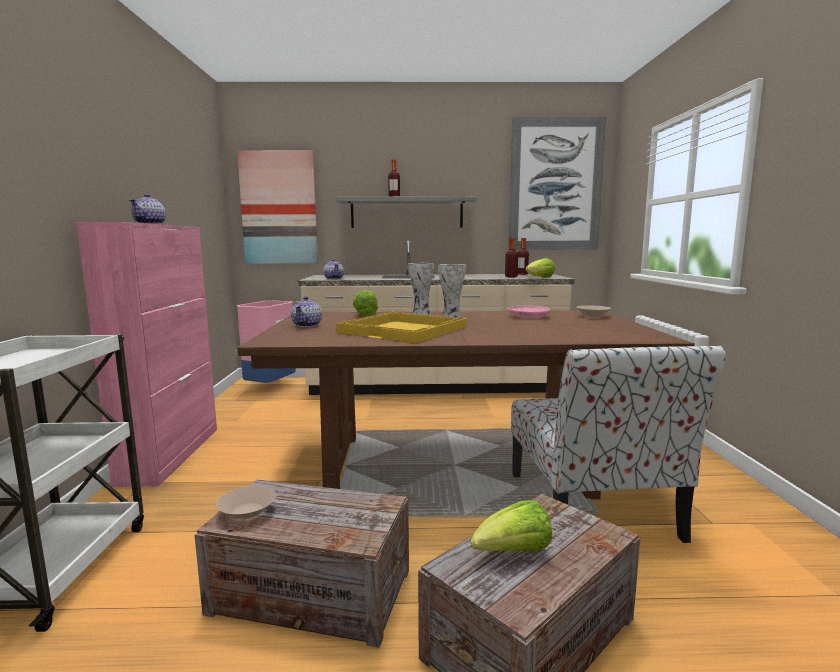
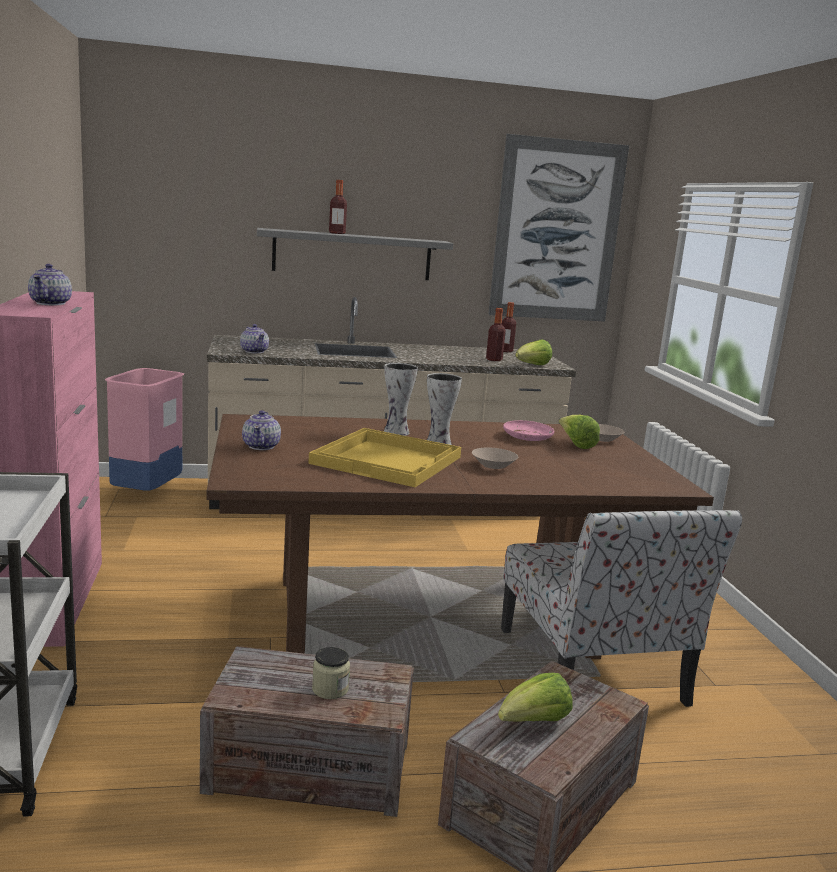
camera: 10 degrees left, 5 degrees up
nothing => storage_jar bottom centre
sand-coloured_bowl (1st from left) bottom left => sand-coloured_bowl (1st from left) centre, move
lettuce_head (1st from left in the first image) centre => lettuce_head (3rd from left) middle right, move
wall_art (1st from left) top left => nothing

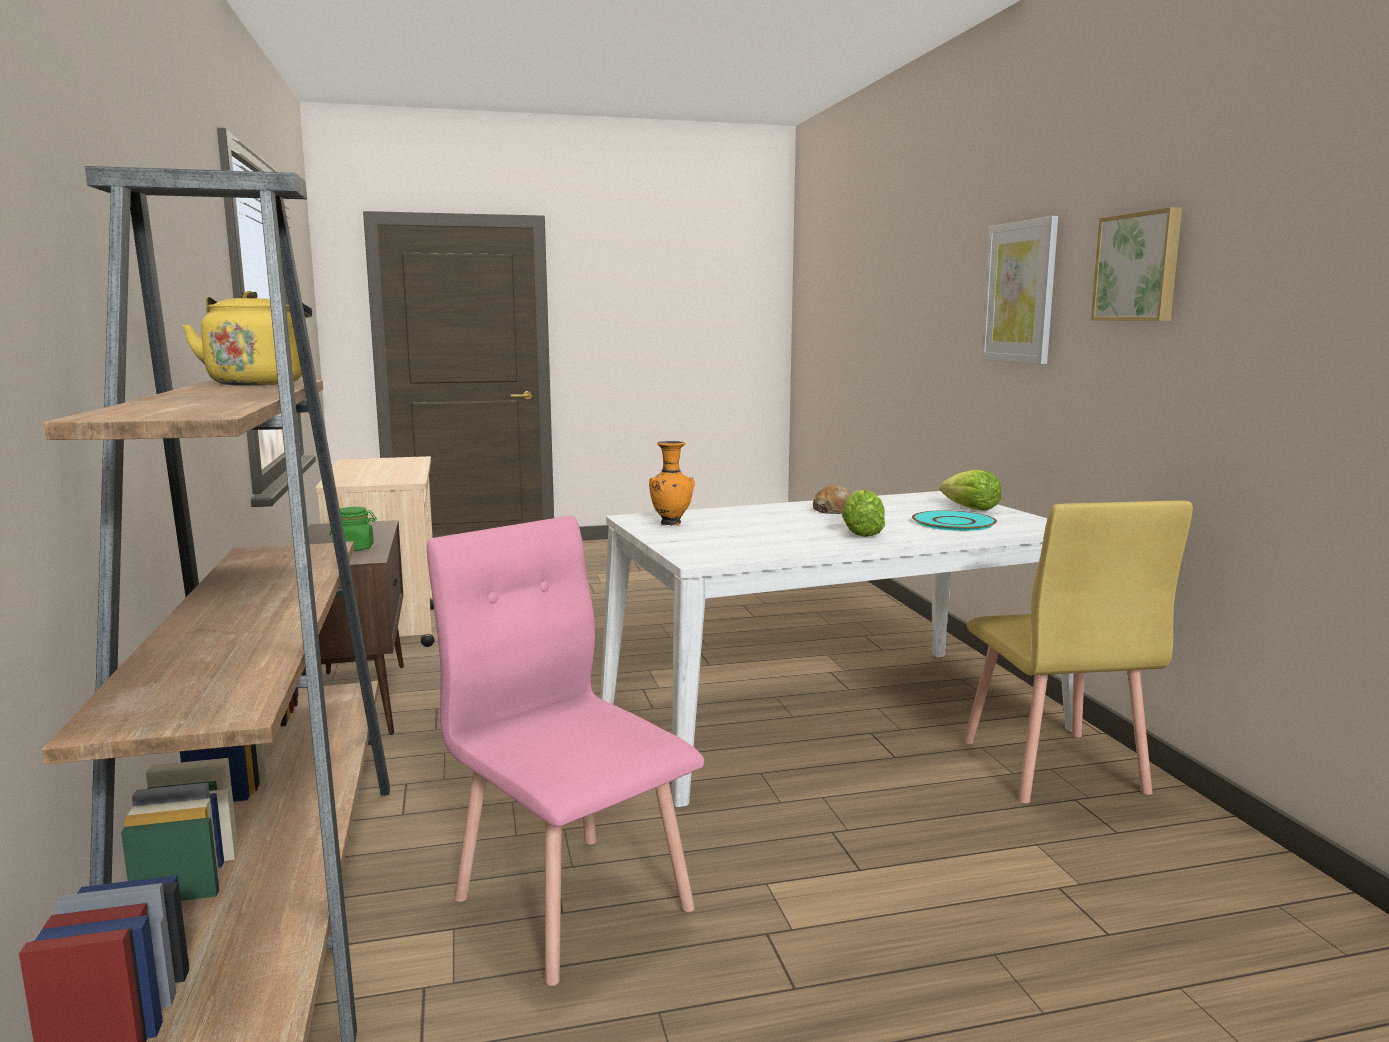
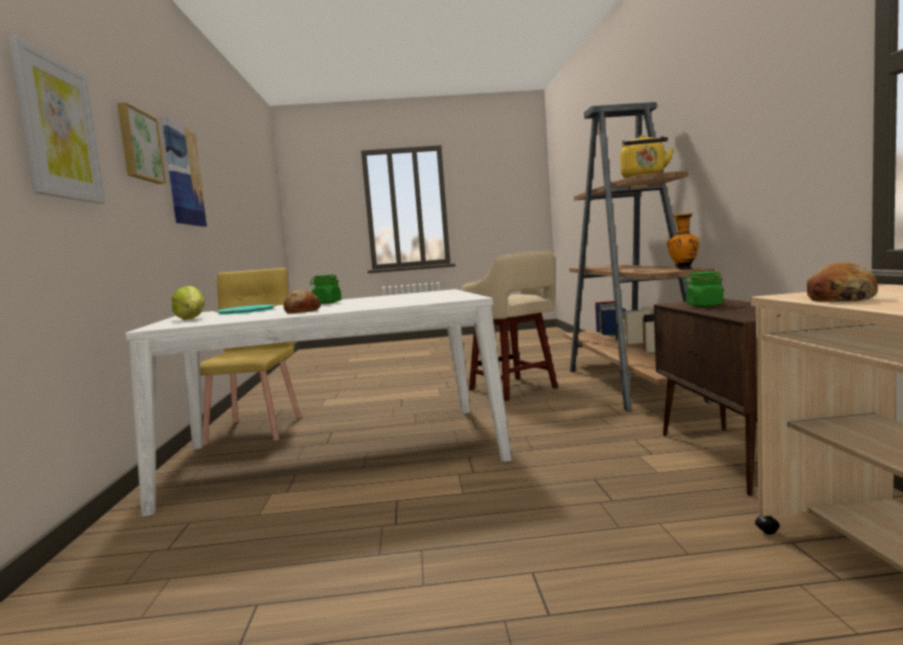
camera: 170 degrees left, 5 degrees down
nothing => wall_art (3rd from left) top left
lettuce_head (1st from left) centre => greenish_storage_jar (1st from left) centre
pink-coloured_chair bottom centre => sand-coloured_stool centre
orange-coloured_decorative_vase centre => orange-coloured_decorative_vase middle right, move
nothing => baked_bread (2nd from left) middle right

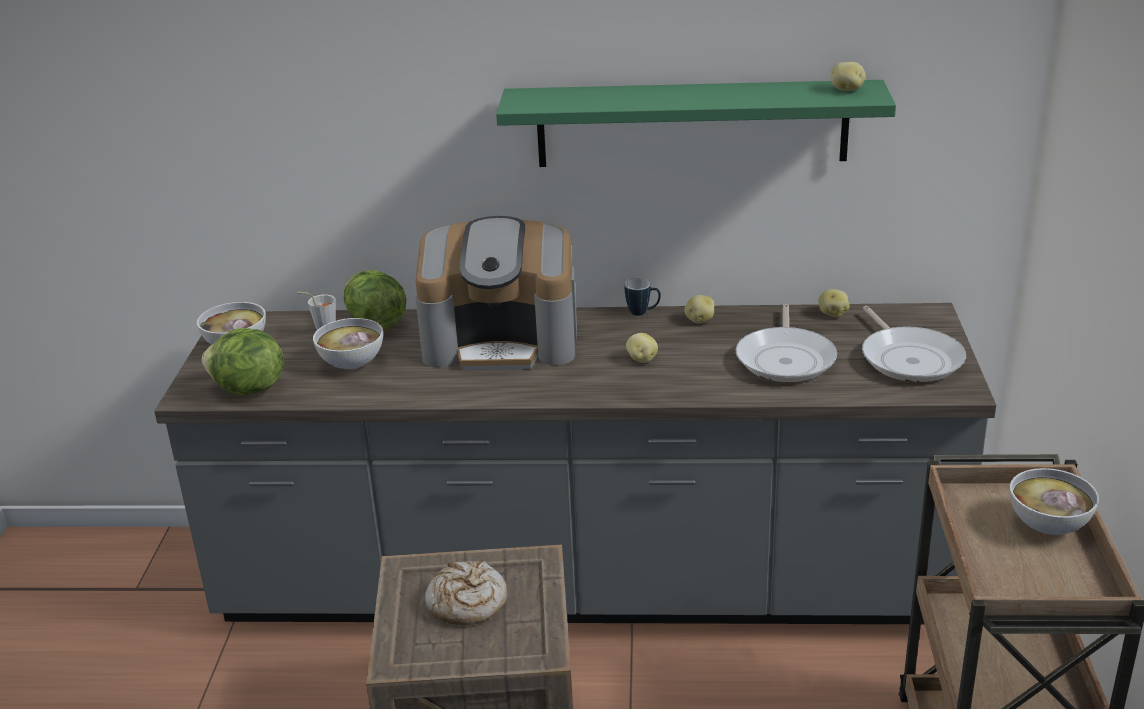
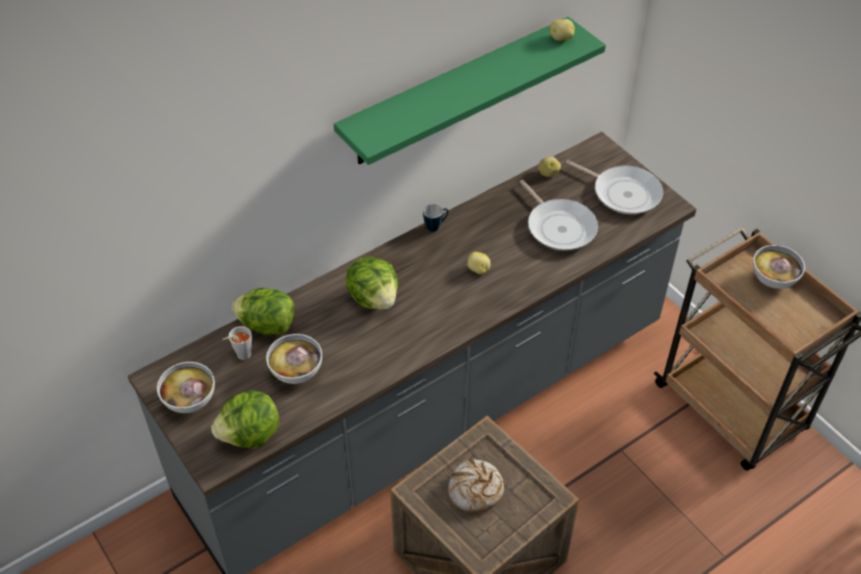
camera: 40 degrees left, 20 degrees up
coffee_brewer centre => lettuce_head (3rd from left) centre
potato (2nd from left) centre => nothing

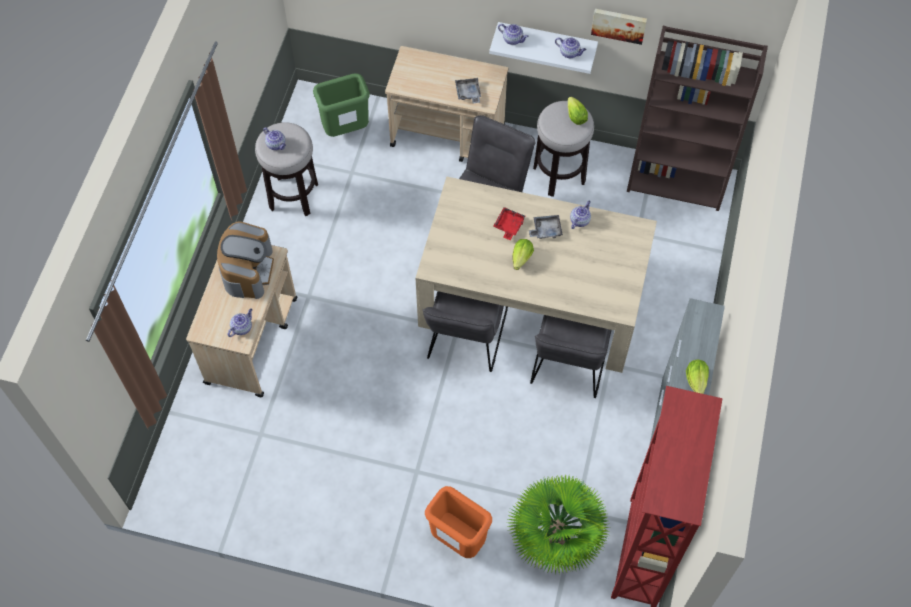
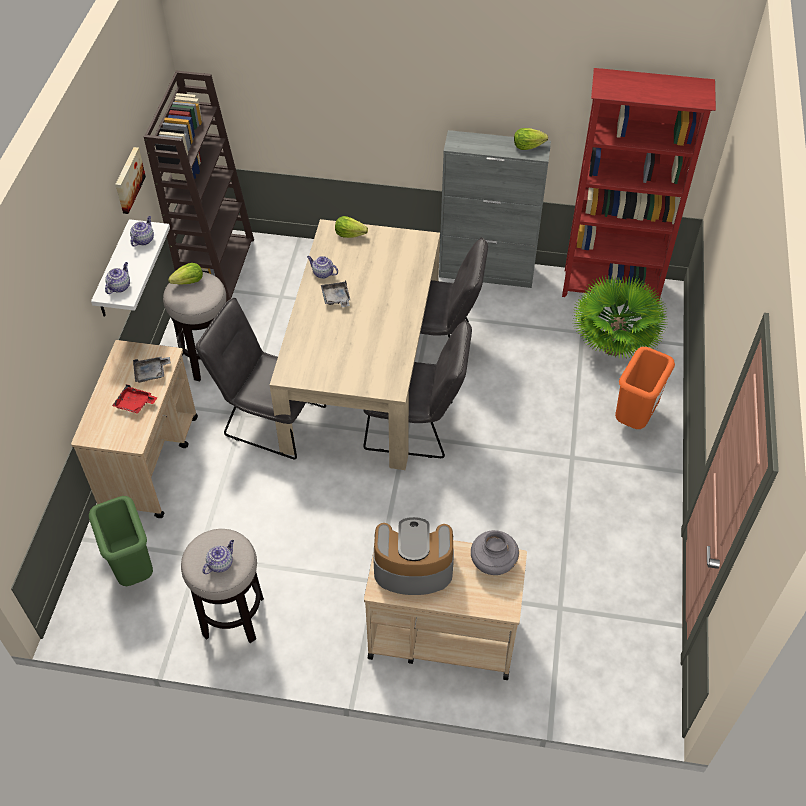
camera: 95 degrees left, 10 degrees down
red_carrying_tray centre => red_carrying_tray middle left, move
lettuce_head (1st from left in the first image) centre => lettuce_head (2nd from left) top centre, move
pot_for_tea (1st from left) middle left => grey_decorative_vase bottom centre

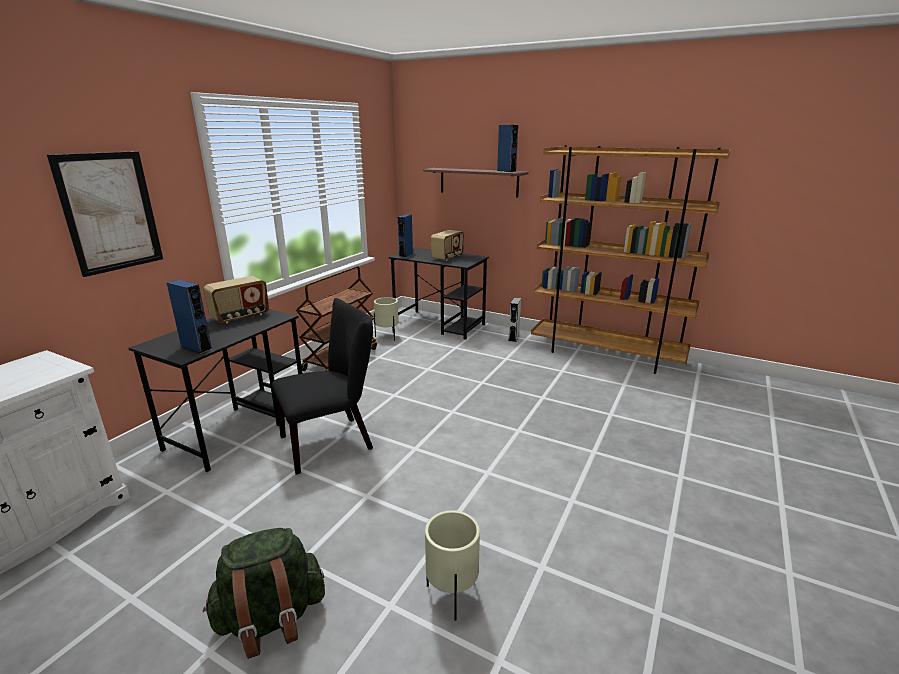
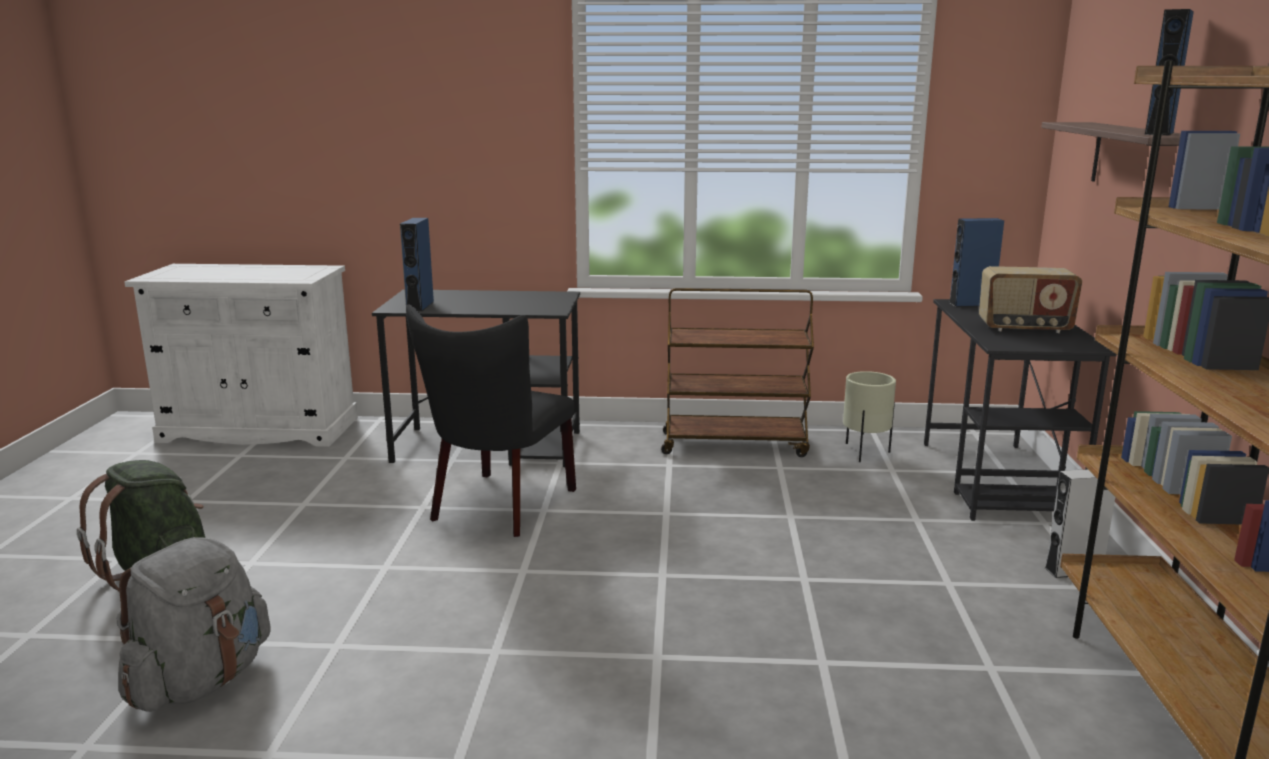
camera: 65 degrees right, 5 degrees down
sand-coloured_plant_pot (2nd from left) bottom centre => grey_knapsack bottom left
blackish_chair centre, 75 degrees clockwise
wall_art top left => nothing
radio_receiver (1st from left) middle left => nothing

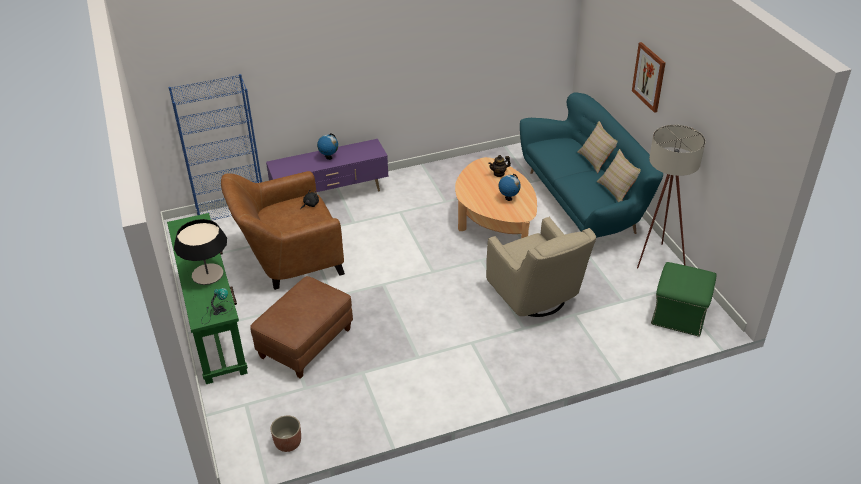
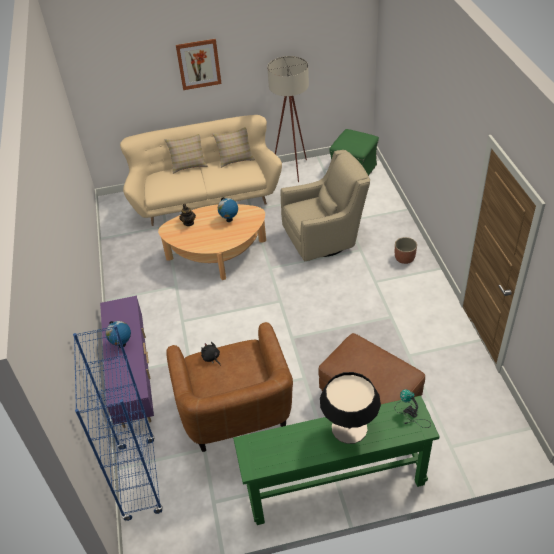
camera: 80 degrees left, 5 degrees up
turquoise_couch middle right => sand-coloured_couch top centre
plant_pot bottom left => plant_pot middle right, move

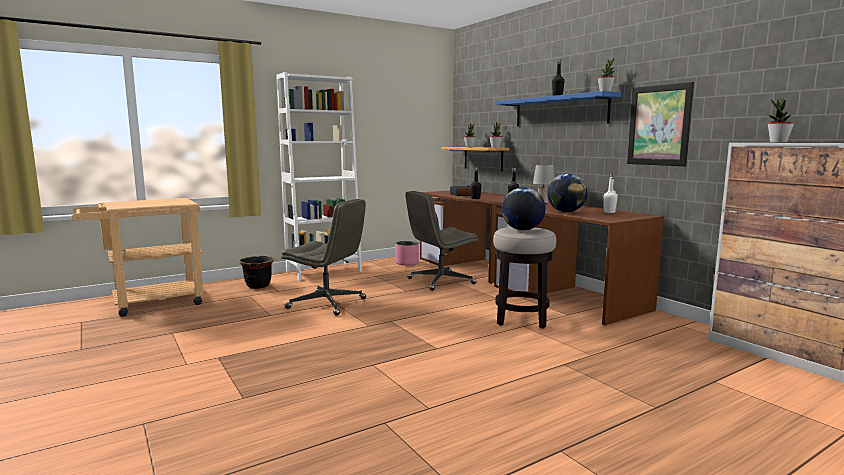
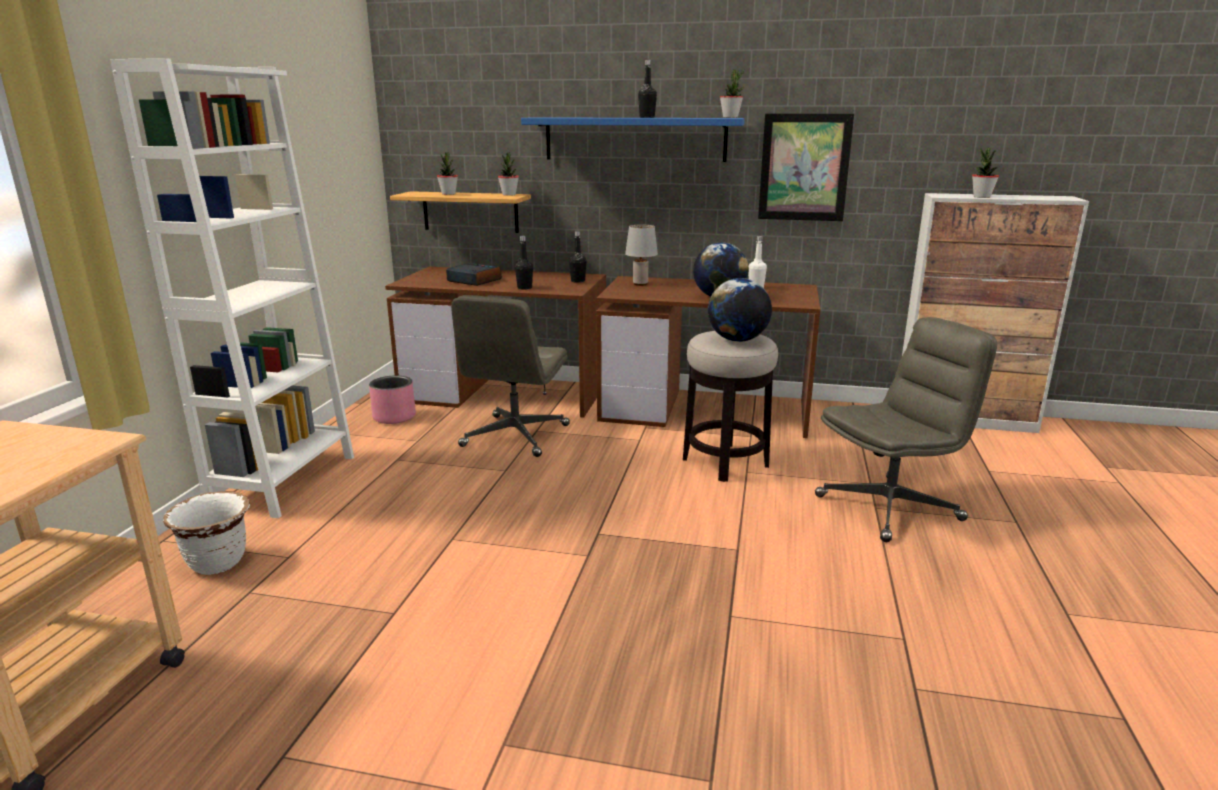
camera: 45 degrees left, 10 degrees up
blackish_plant_pot middle left => white-coloured_plant_pot bottom left
grey_desk_chair (1st from left in the first image) centre => grey_desk_chair (2nd from left) middle right, move

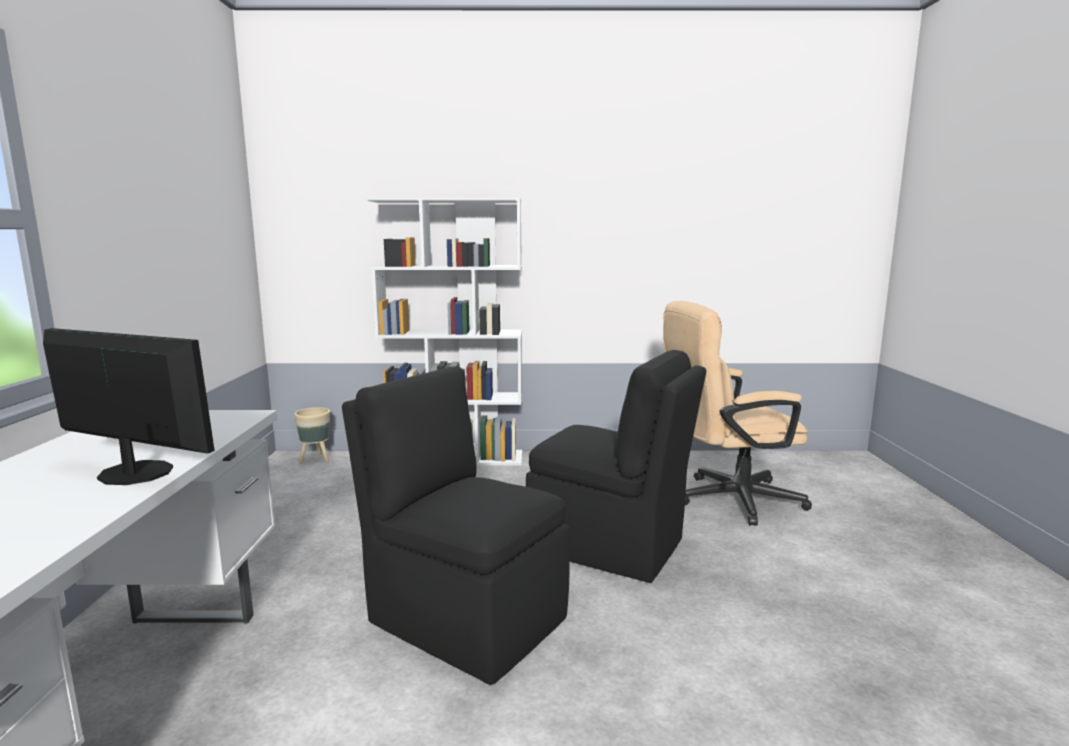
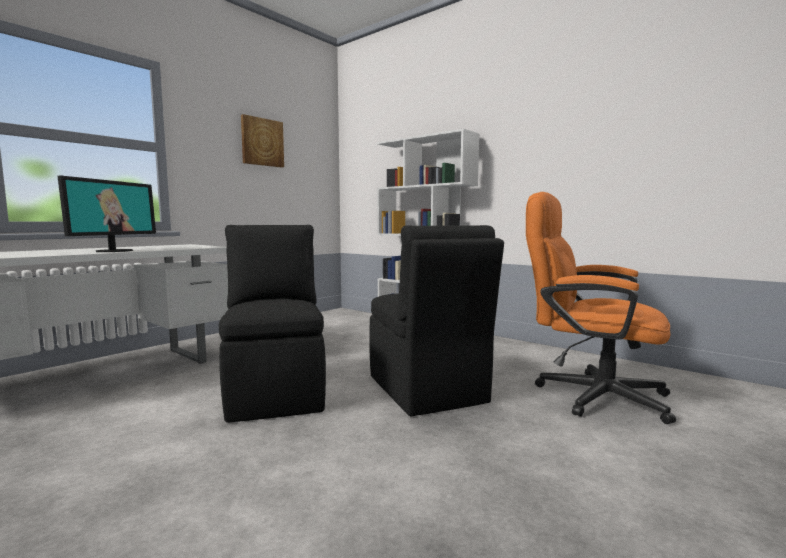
camera: 40 degrees right, 5 degrees down
monitor middle left, 45 degrees clockwise
nothing => wall_art top centre
sand-coloured_desk_chair middle right => orange-coloured_desk_chair middle right
sand-coloured_plant_pot middle left => nothing

